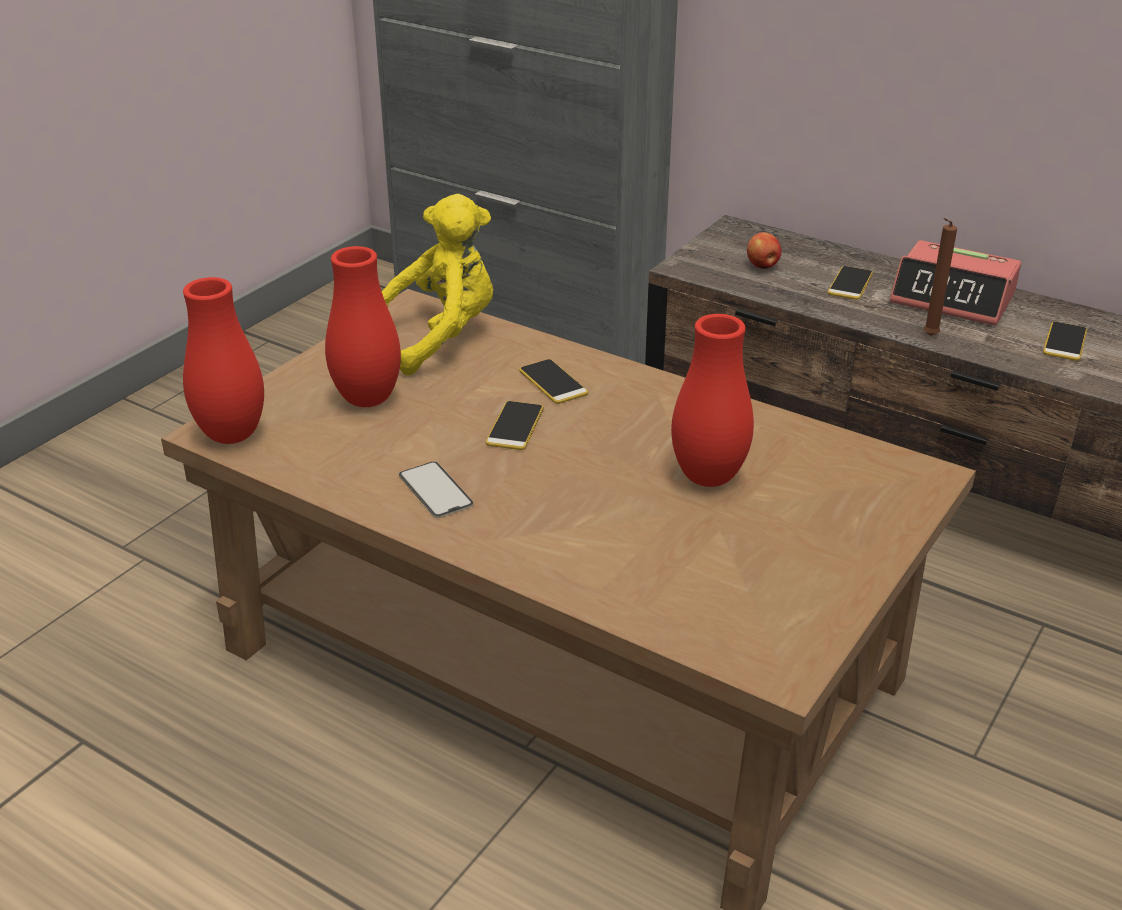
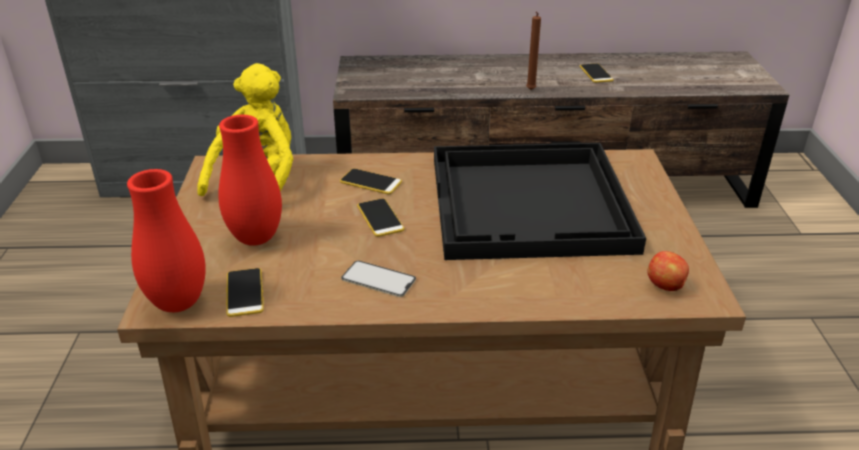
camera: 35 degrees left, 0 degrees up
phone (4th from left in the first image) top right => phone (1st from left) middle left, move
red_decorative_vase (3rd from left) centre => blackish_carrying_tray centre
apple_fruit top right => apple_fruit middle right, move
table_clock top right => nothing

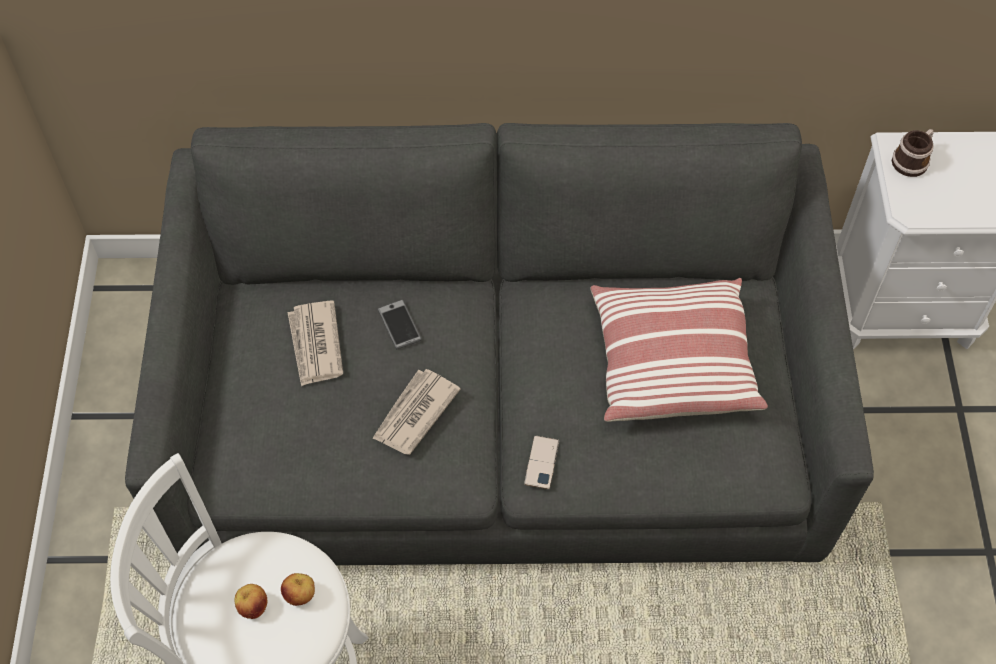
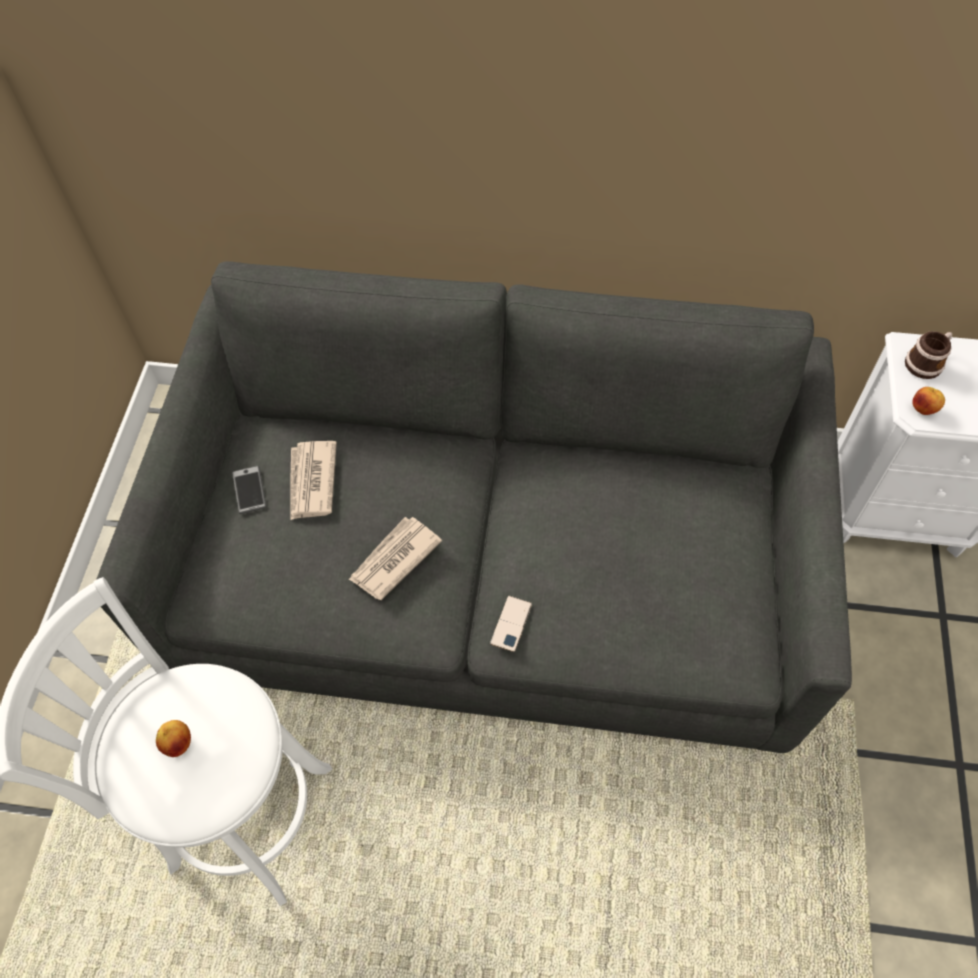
camera: 10 degrees right, 0 degrees up
phone (1st from left) centre => phone (1st from left) middle left, move
apple_fruit (2nd from left) bottom left => apple_fruit (2nd from left) middle right, move
throw_pillow middle right => nothing

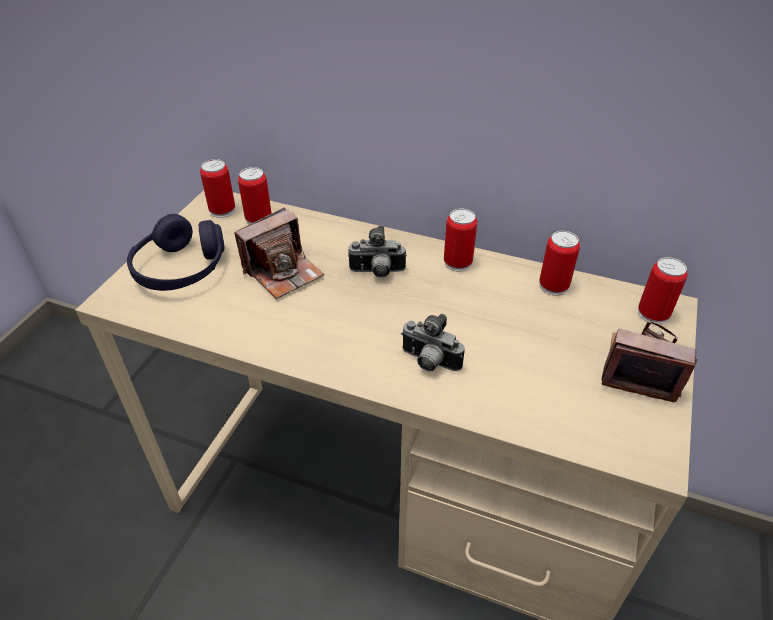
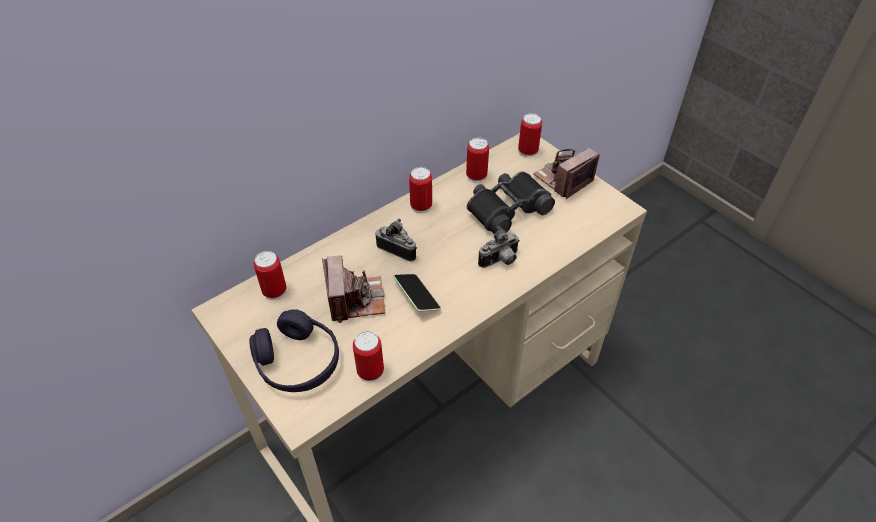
camera: 60 degrees left, 5 degrees up
sealed_can (1st from left in the first image) top left => sealed_can (2nd from left) bottom centre, move
still_camera (2nd from left) centre, 90 degrees counterclockwise
nothing => phone centre
nothing => blackish_field_glasses centre

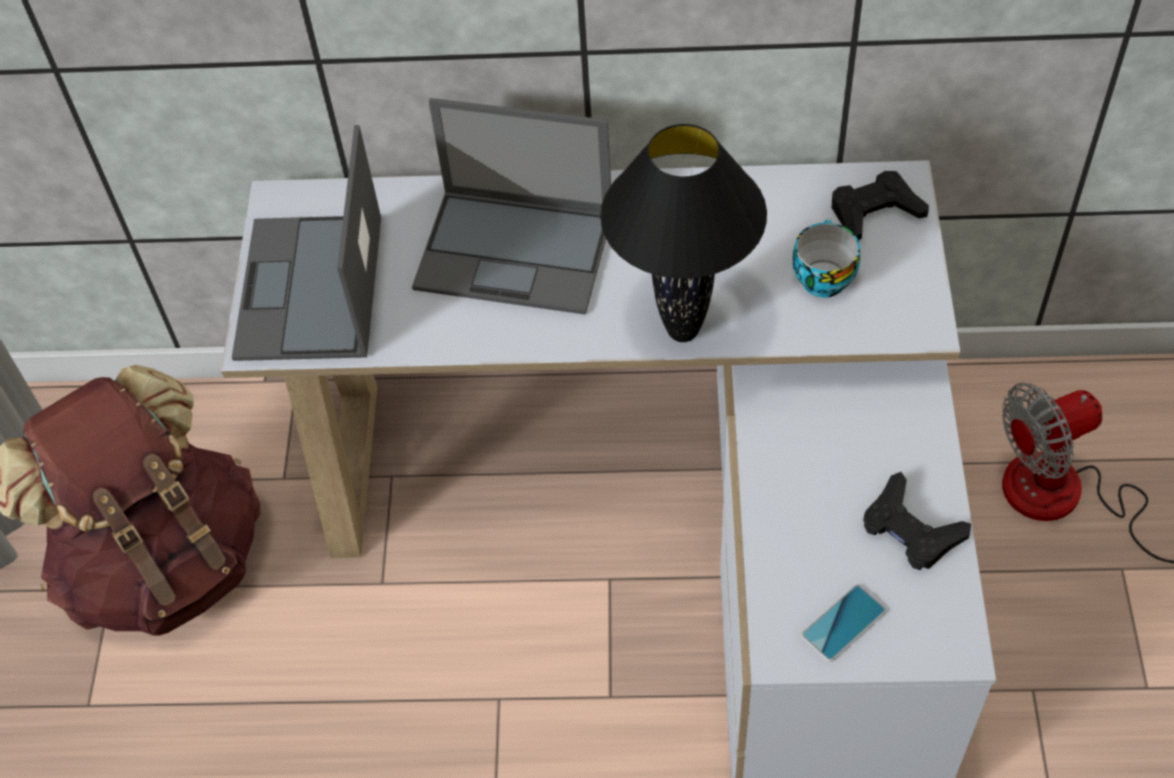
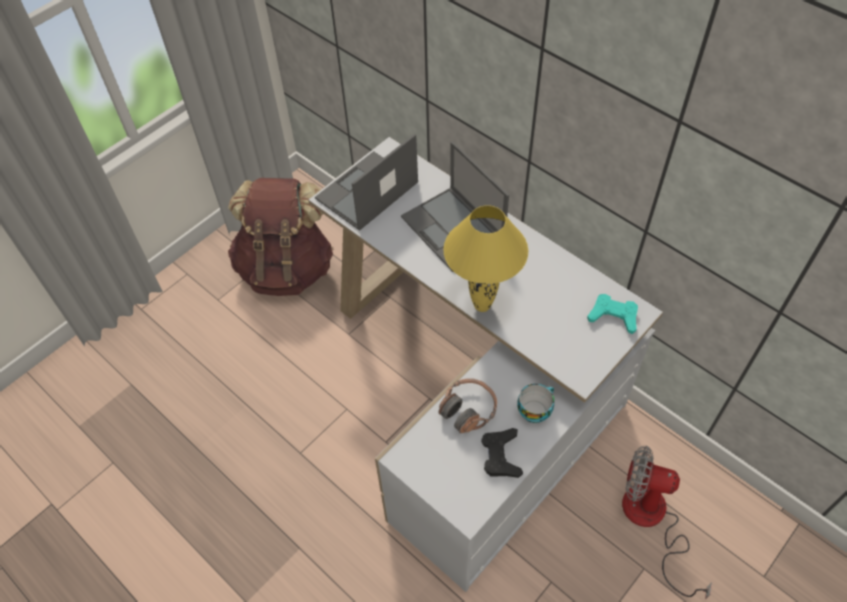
camera: 40 degrees right, 0 degrees up
nothing => headset bottom centre
blackish_table_lamp top centre => yellow-coloured_table_lamp centre
cup top right => cup bottom centre, move
blackish_gamepad (1st from left) top right => turquoise_gamepad middle right
phone bottom right => nothing

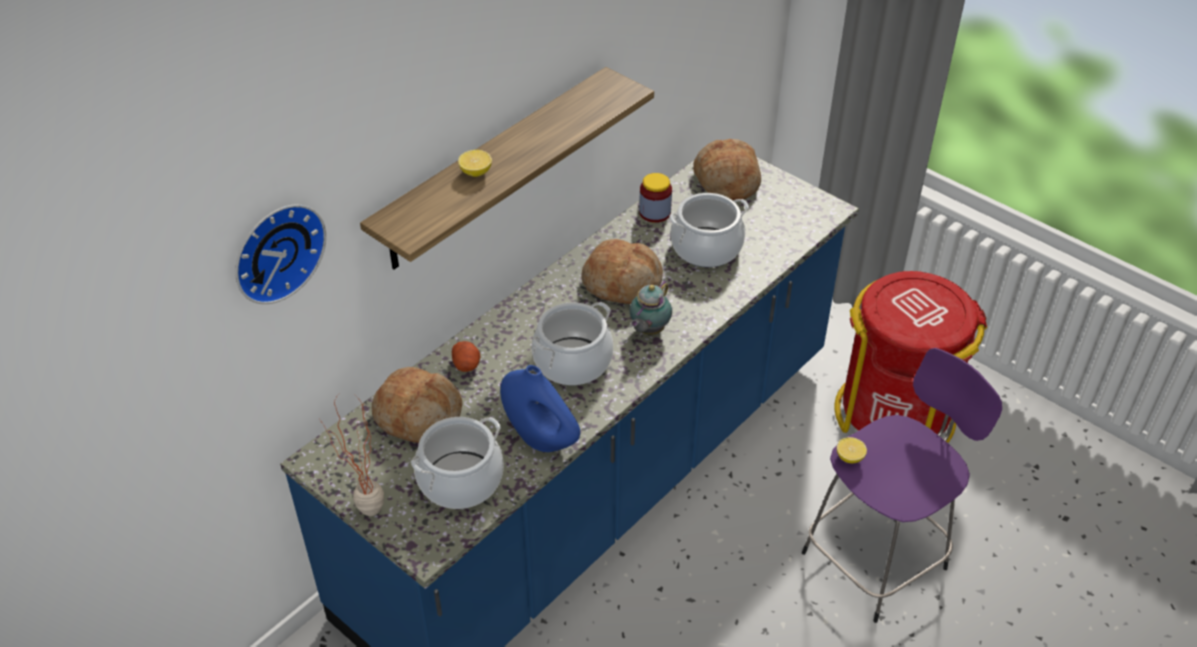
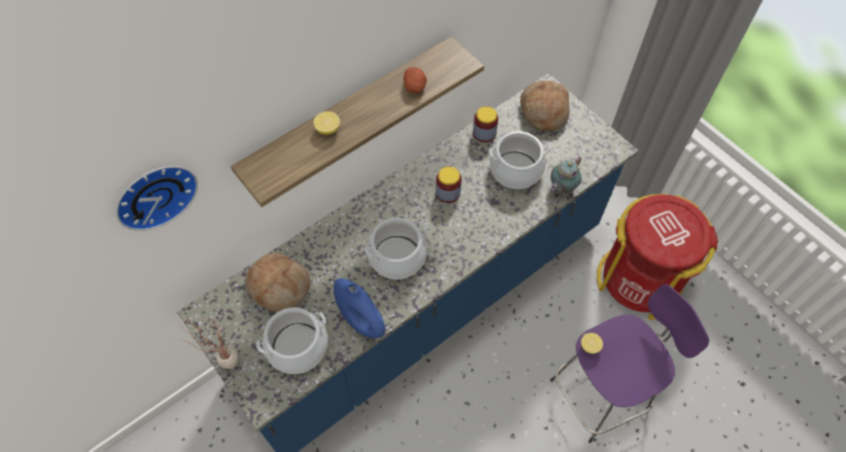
camera: 10 degrees right, 15 degrees up
potato centre => potato top centre, move
baked_bread (2nd from left) centre => storage_jar (1st from left) centre
pot_for_tea centre => pot_for_tea middle right, move

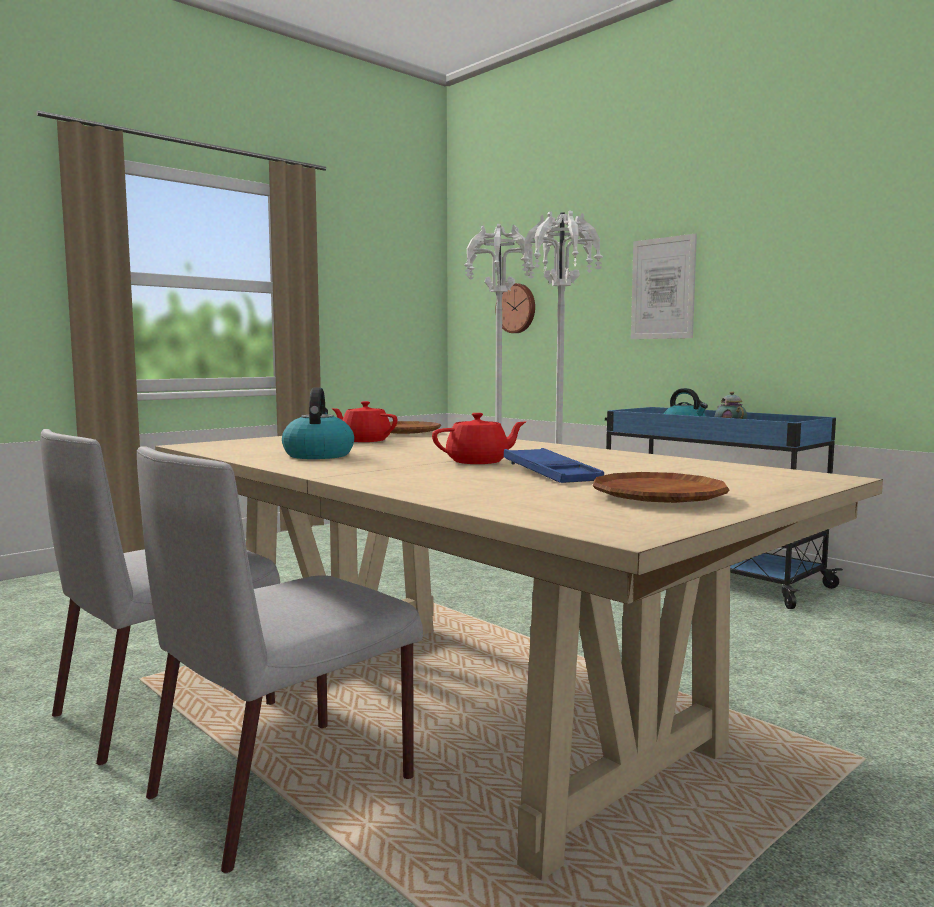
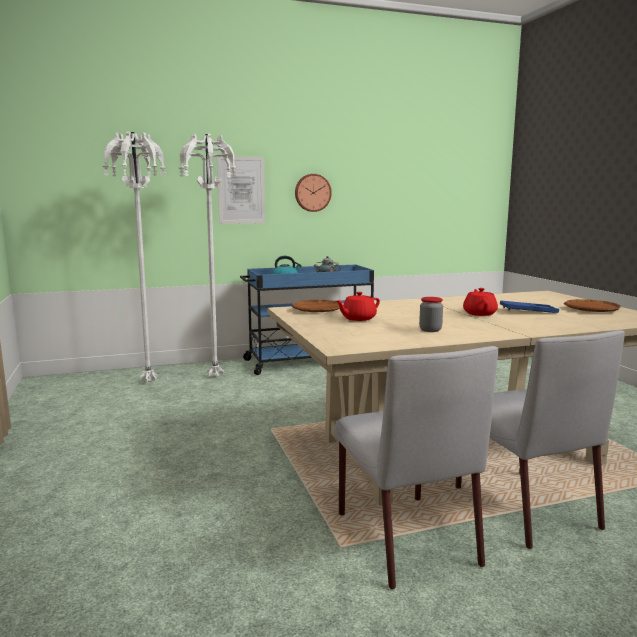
camera: 65 degrees left, 5 degrees up
wall_clock centre => wall_clock top centre, move
water_kettle (1st from left) centre => storage_jar middle right

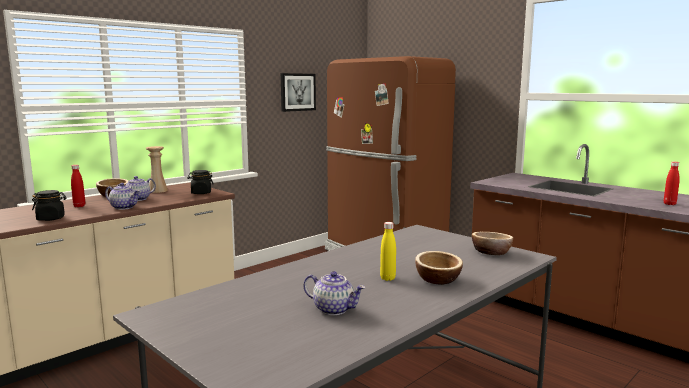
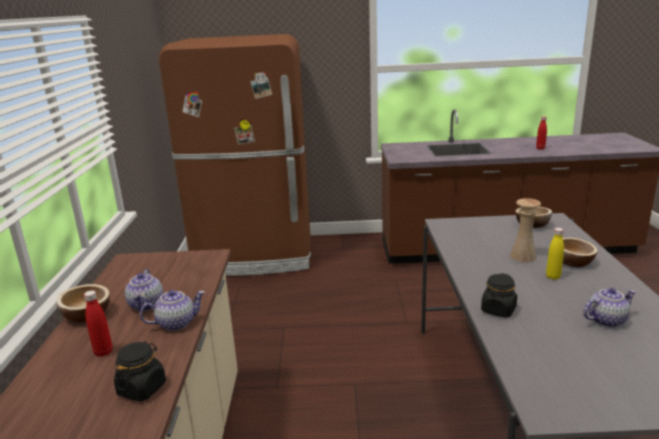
camera: 45 degrees left, 10 degrees up
blackish_storage_jar (2nd from left) middle left => blackish_storage_jar (2nd from left) bottom right, move
sand-coloured_decorative_vase middle left => sand-coloured_decorative_vase middle right, move
wall_art top centre => nothing

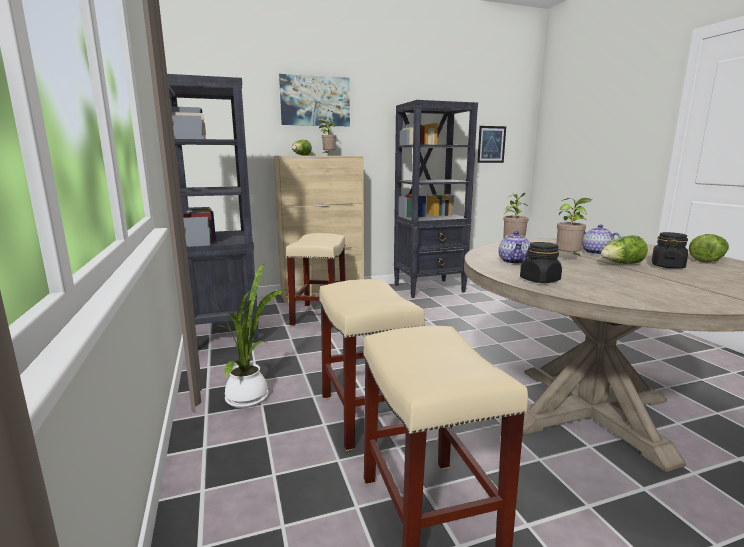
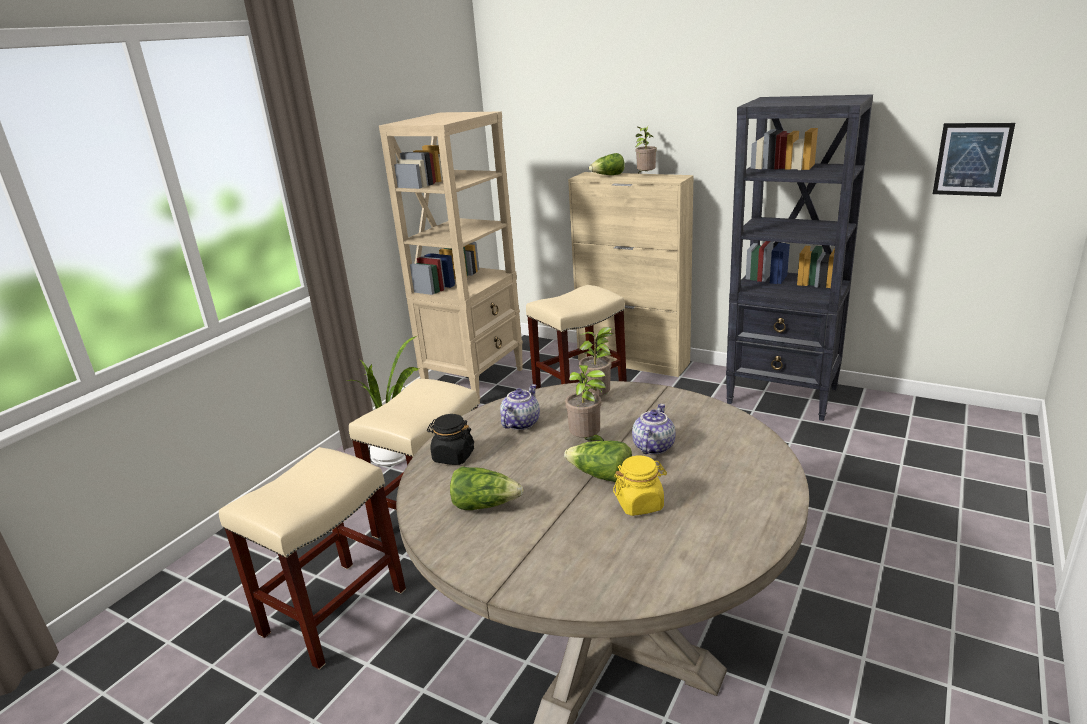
camera: 50 degrees right, 10 degrees up
blackish_bookcase (1st from left) middle left => sand-coloured_bookcase centre
lettuce_head (3rd from left in the first image) middle right => lettuce_head (1st from left) bottom centre, move
pot_for_tea (1st from left) middle right => pot_for_tea (1st from left) centre, 150 degrees clockwise
blackish_storage_jar (2nd from left) middle right => yellow-coloured_storage_jar bottom centre
wall_art (1st from left) top centre => nothing

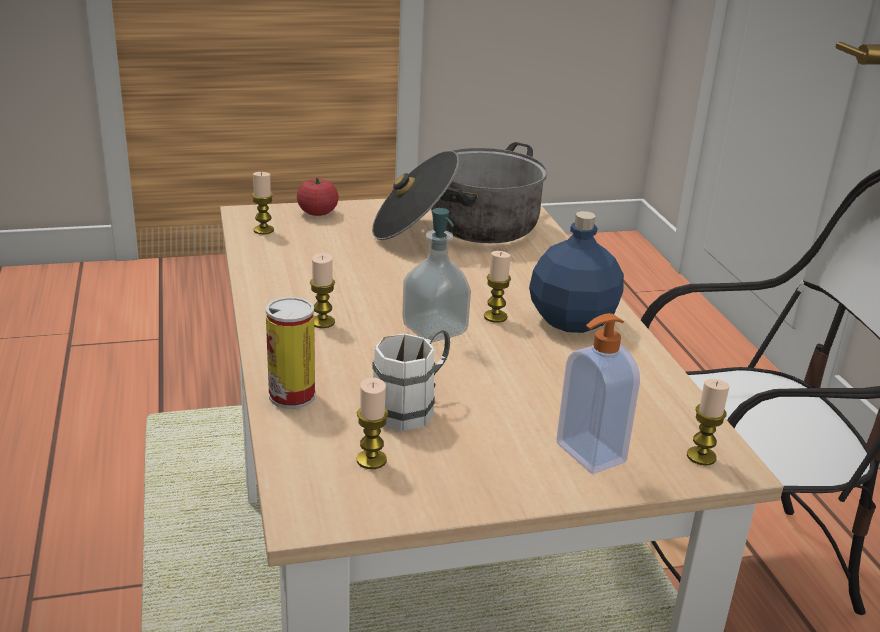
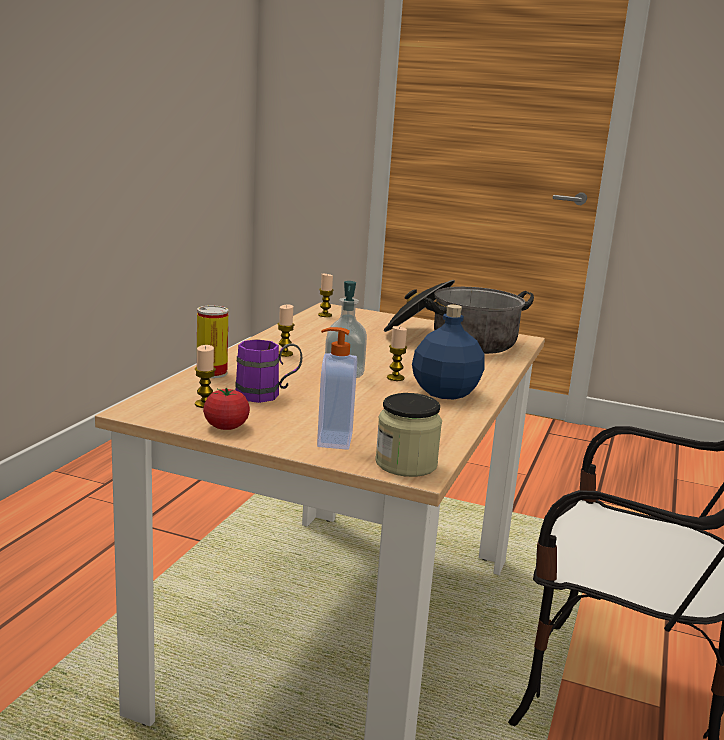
camera: 35 degrees right, 10 degrees down
tomato top centre => tomato middle left, move
white-coloured_mug centre => purple_mug centre
wax_candle (5th from left) bottom right => storage_jar centre

